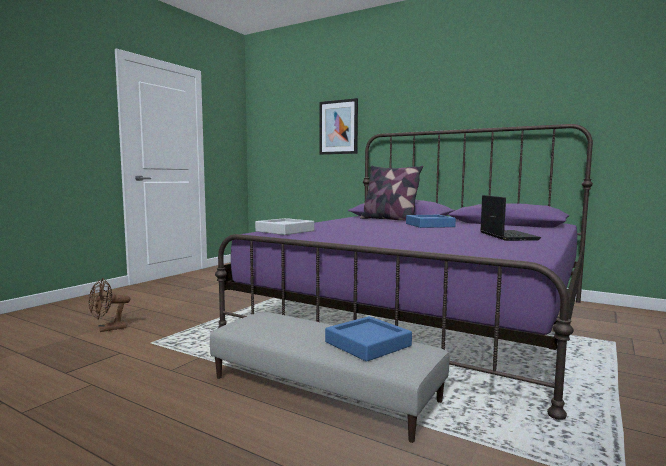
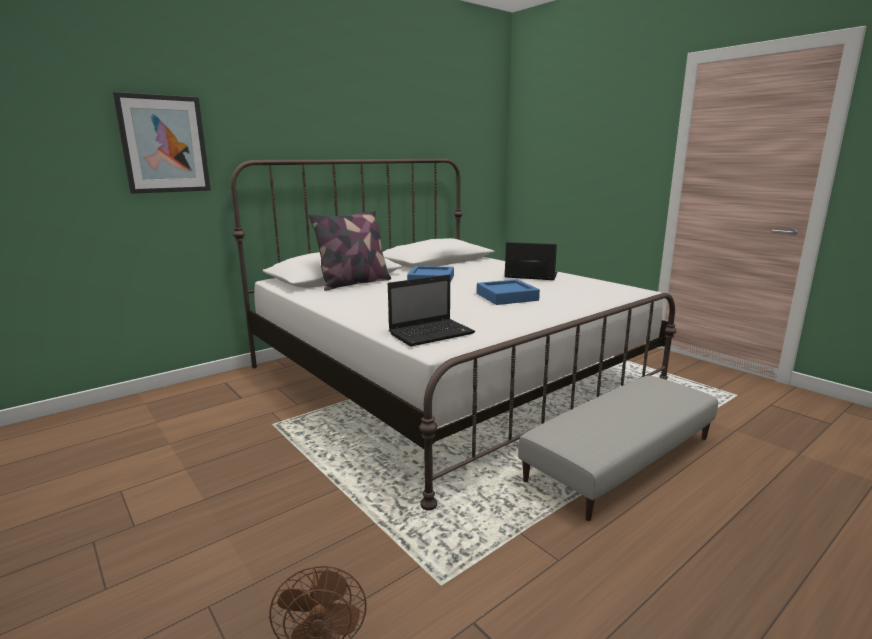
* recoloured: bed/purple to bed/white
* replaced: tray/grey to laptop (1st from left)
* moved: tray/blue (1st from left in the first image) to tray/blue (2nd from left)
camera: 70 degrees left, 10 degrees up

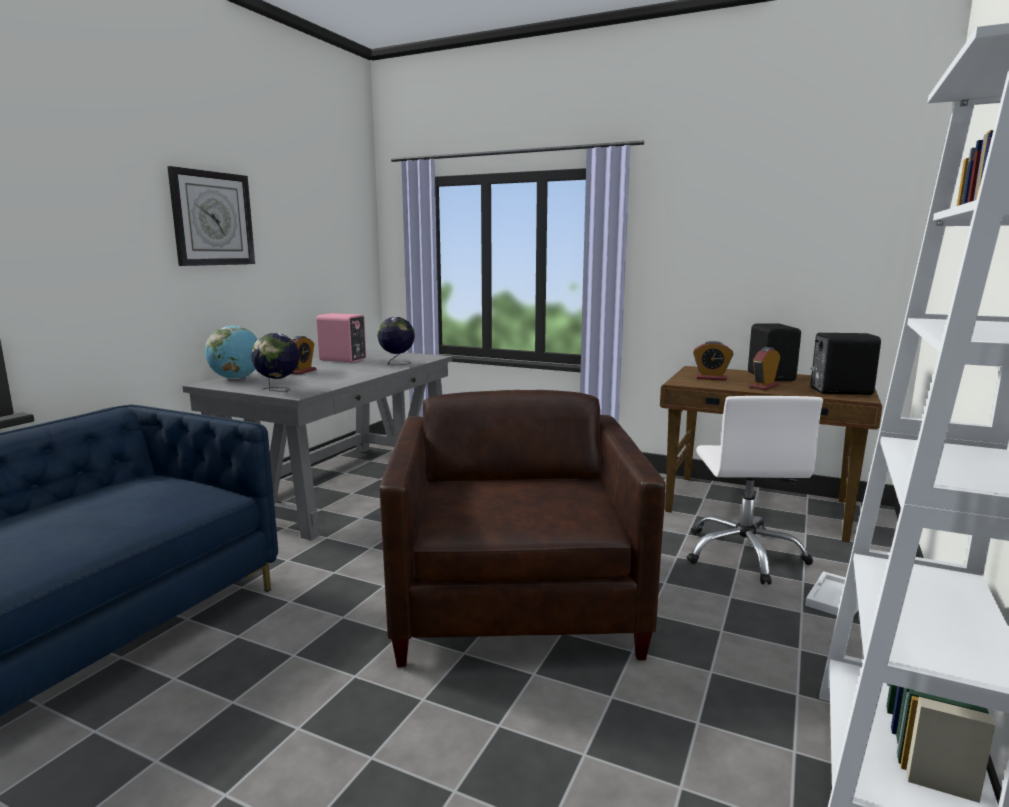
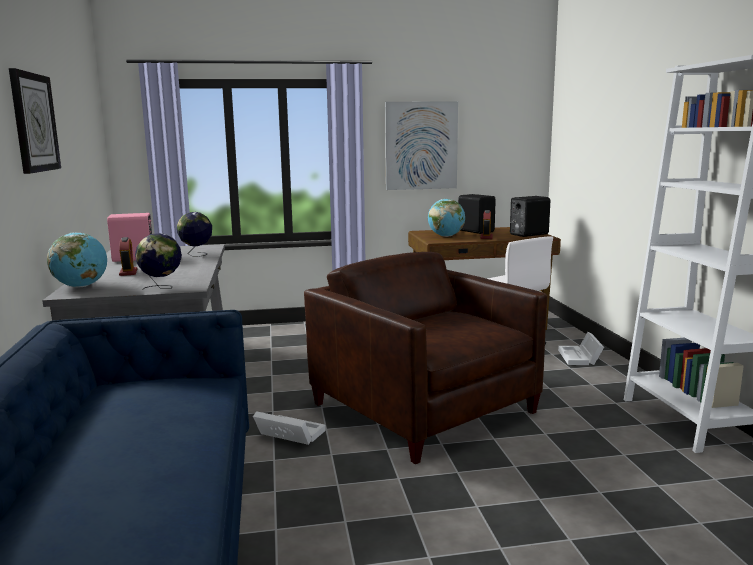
* added: storage box/white (1st from left)
* added: picture
* replaced: alarm clock (2nd from left) to globe (4th from left)
camera: 35 degrees left, 0 degrees up

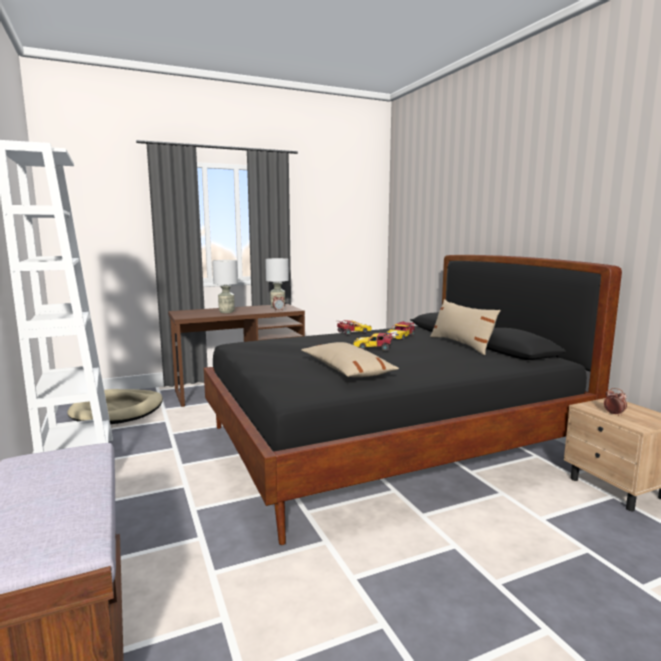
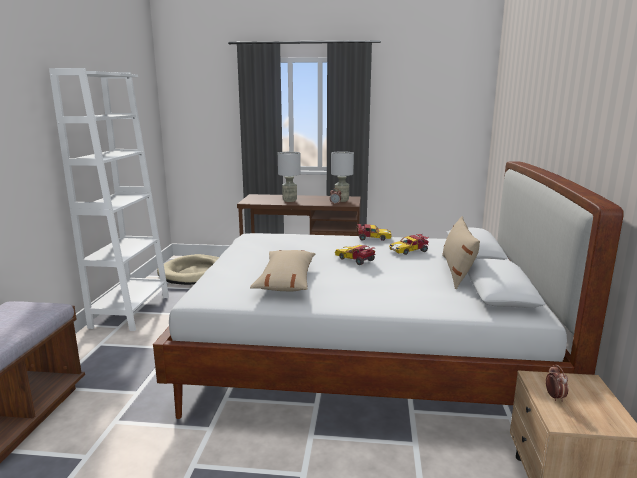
* recoloured: bed/black to bed/white
camera: 30 degrees right, 5 degrees up

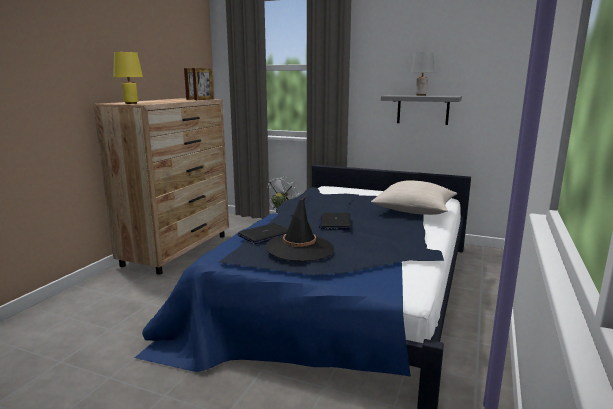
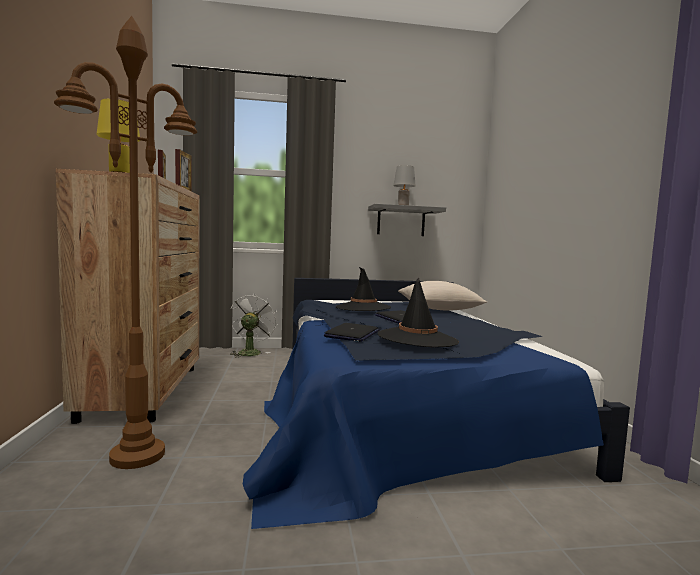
* added: floor lamp/brown
* added: hat/black (1st from left)
camera: 30 degrees left, 10 degrees down

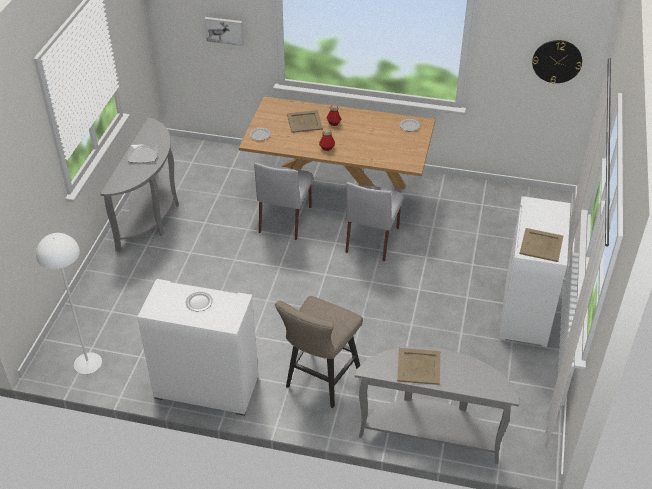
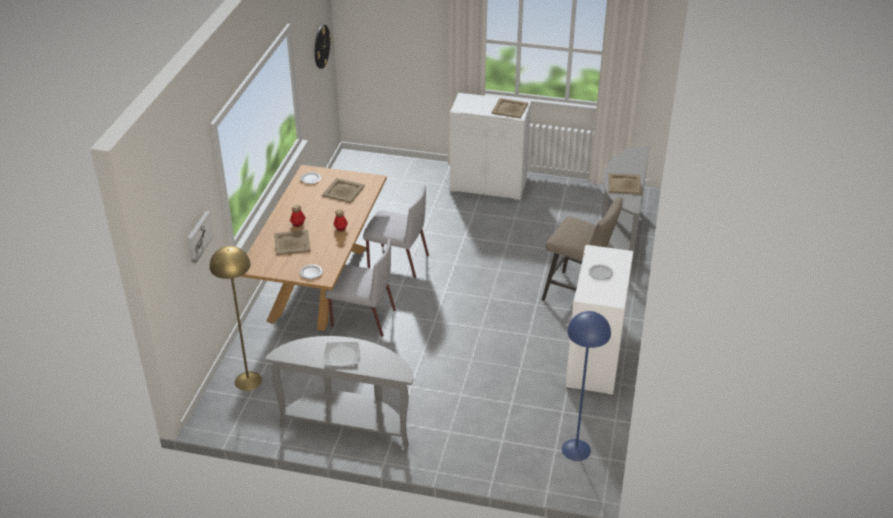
* added: floor lamp/yellow
* added: tray/beige (2nd from left)
* recoloured: floor lamp/white to floor lamp/blue
camera: 90 degrees left, 5 degrees down

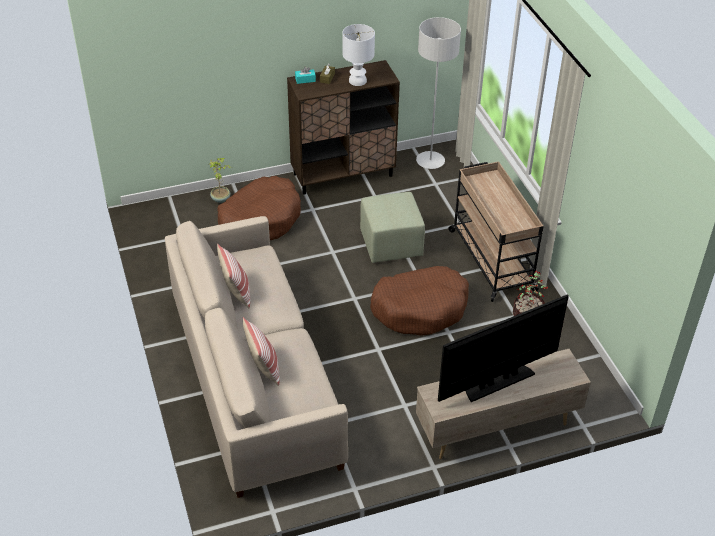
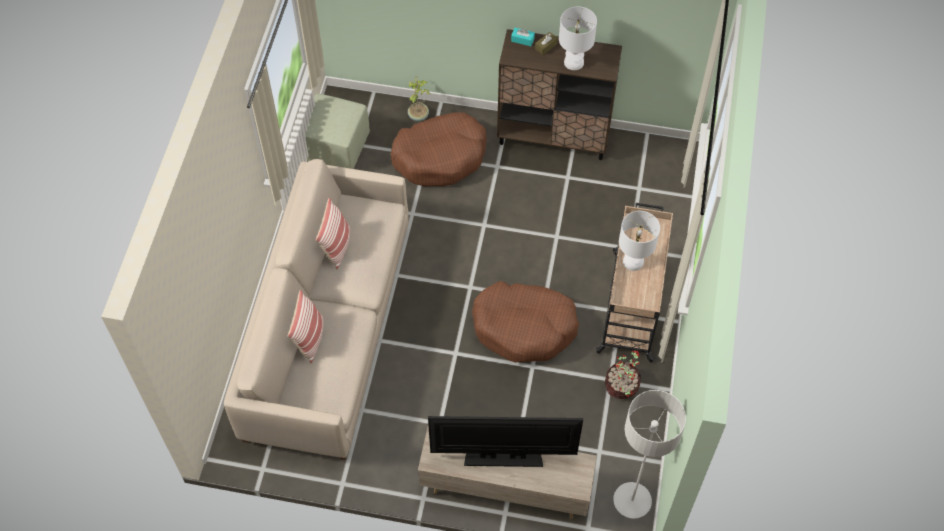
* moved: ottoman/green
* moved: floor lamp/grey
* added: table lamp/white (2nd from left)
camera: 30 degrees right, 15 degrees up

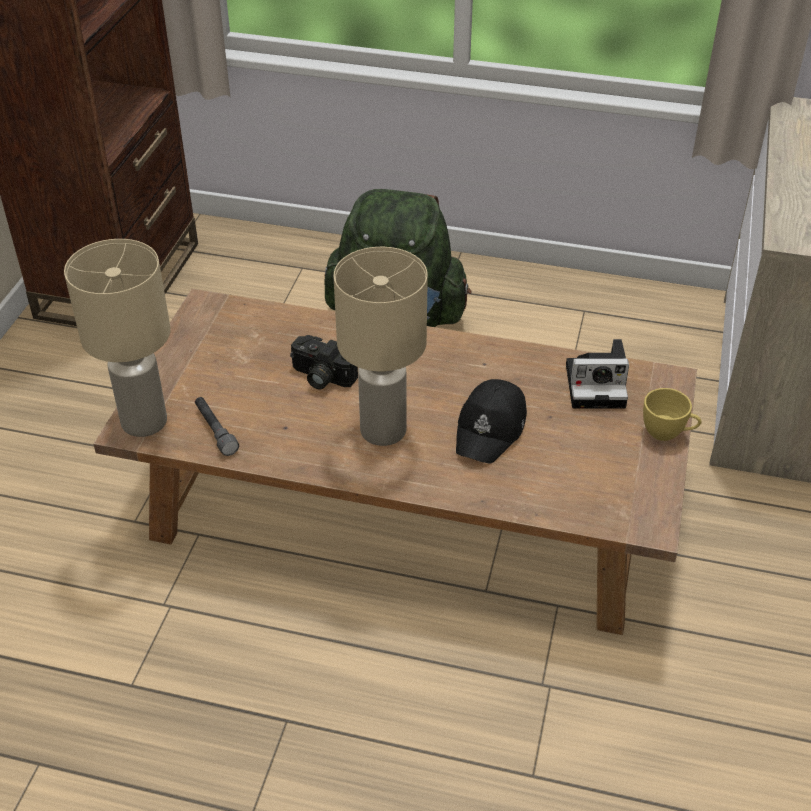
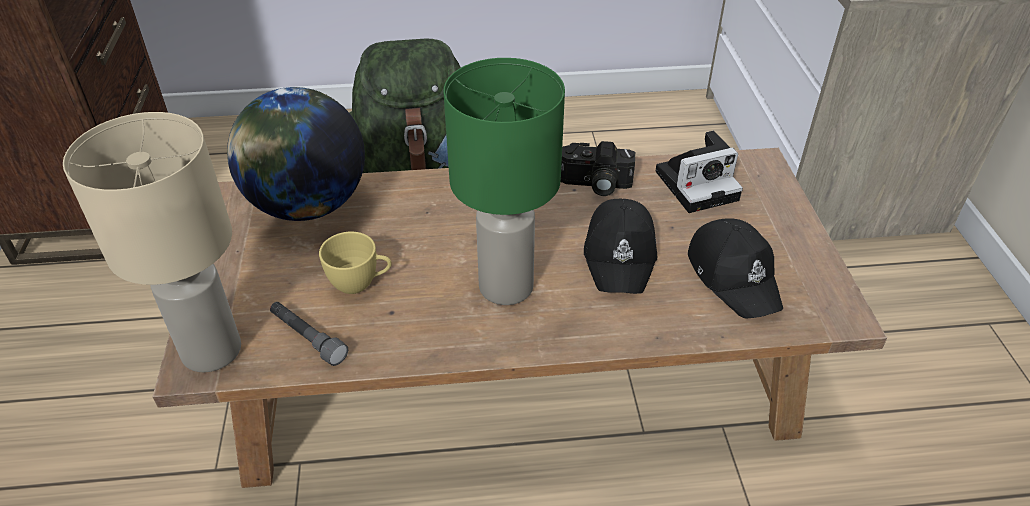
* added: globe
* moved: cup/yellow
* recoloured: table lamp/beige (2nd from left) to table lamp/green
* moved: photo camera (1st from left)
* added: cap/black (2nd from left)
camera: 20 degrees left, 0 degrees up

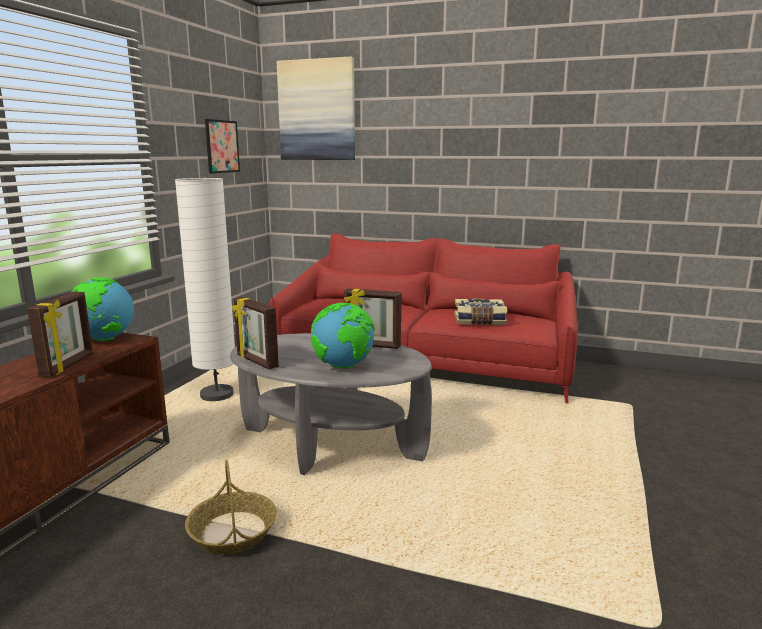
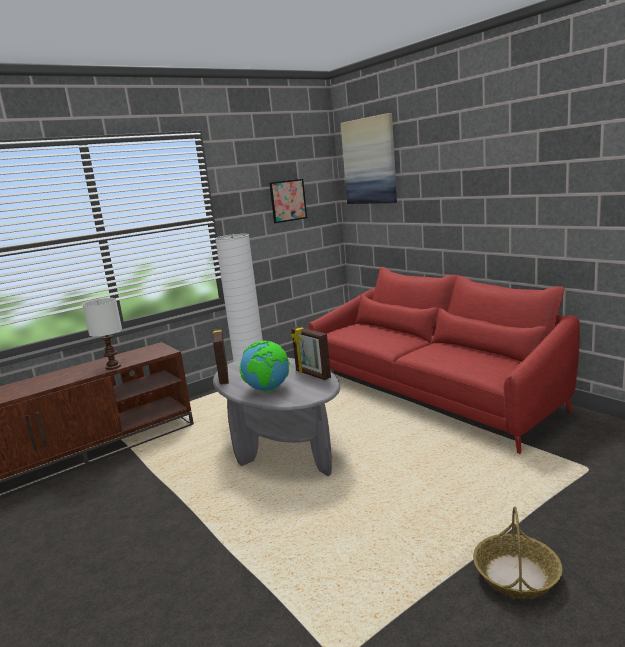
* replaced: picture frame (1st from left) to table lamp/white
* moved: basket
* removed: globe (1st from left)
* removed: book
camera: 35 degrees right, 0 degrees up

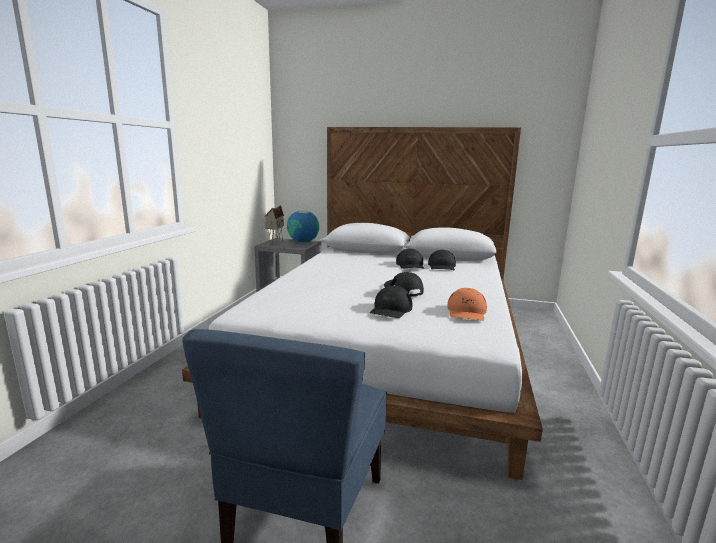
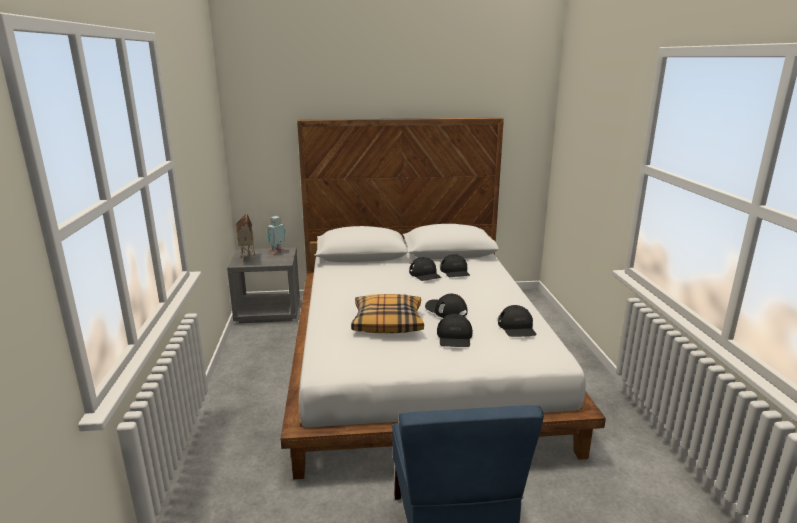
* replaced: globe to toy robot
* added: pillow
* recoloured: cap/orange to cap/black (5th from left)
camera: 20 degrees left, 5 degrees up

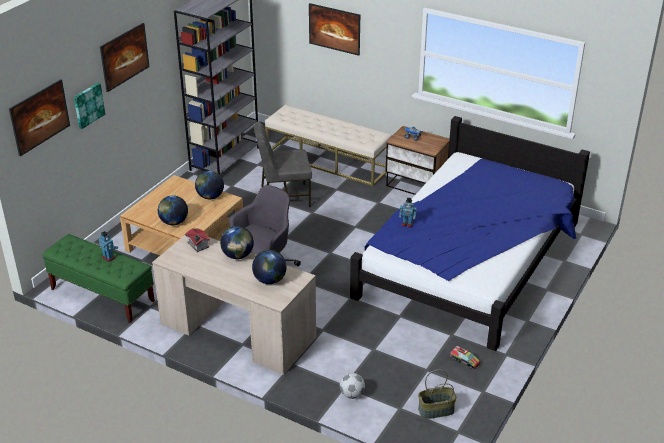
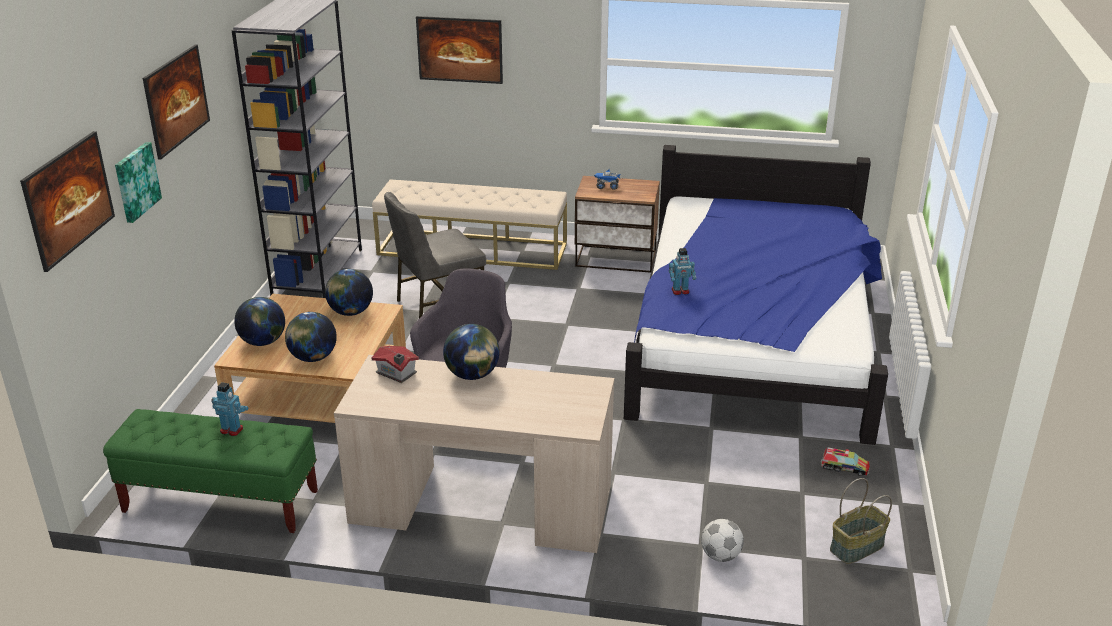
* moved: globe (4th from left in the first image) to globe (1st from left)
camera: 20 degrees left, 5 degrees down

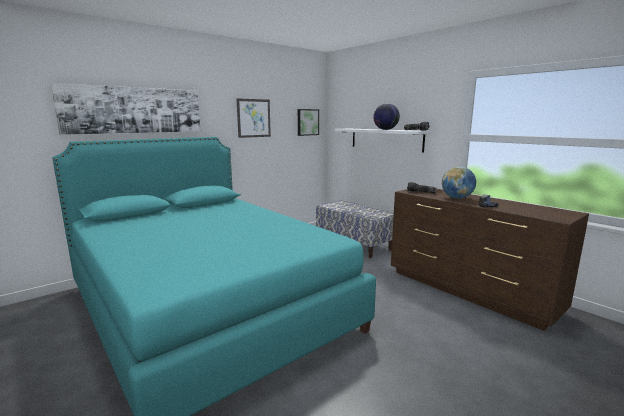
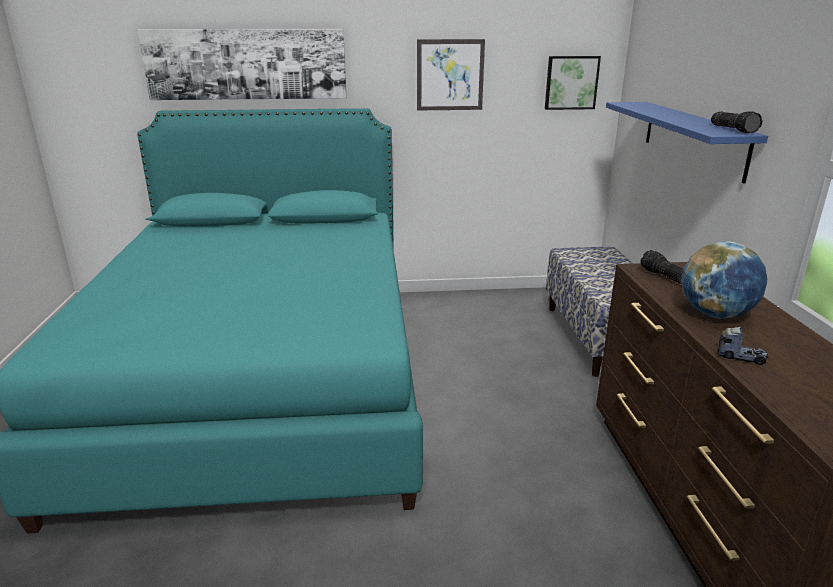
* recoloured: shelf/white to shelf/blue
* removed: globe (1st from left)
camera: 35 degrees right, 10 degrees up

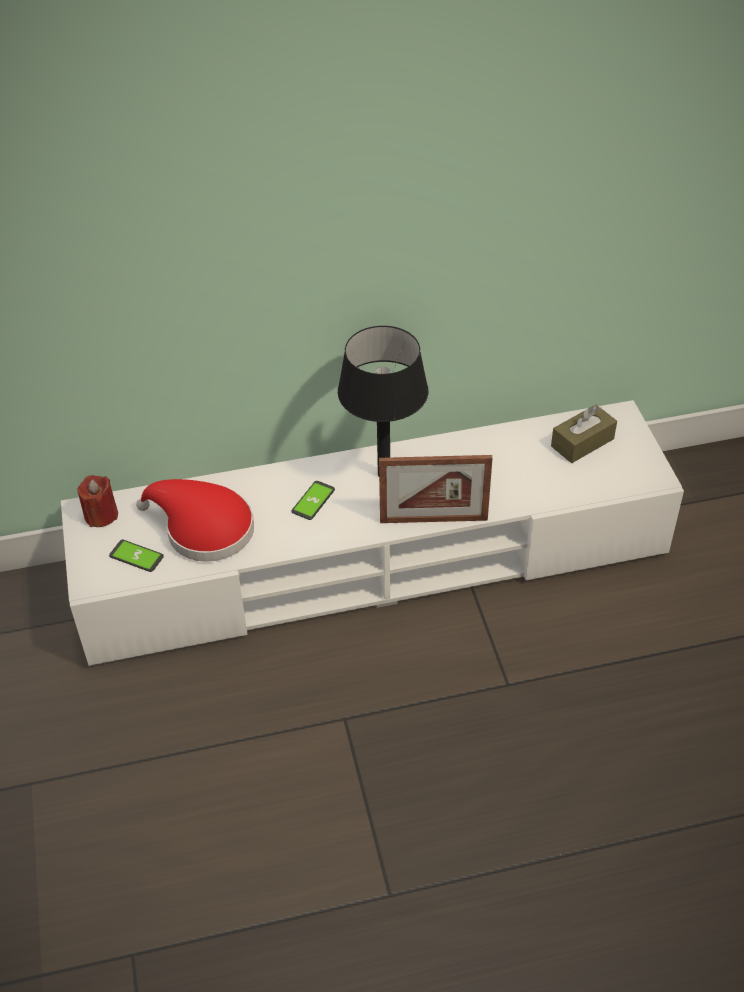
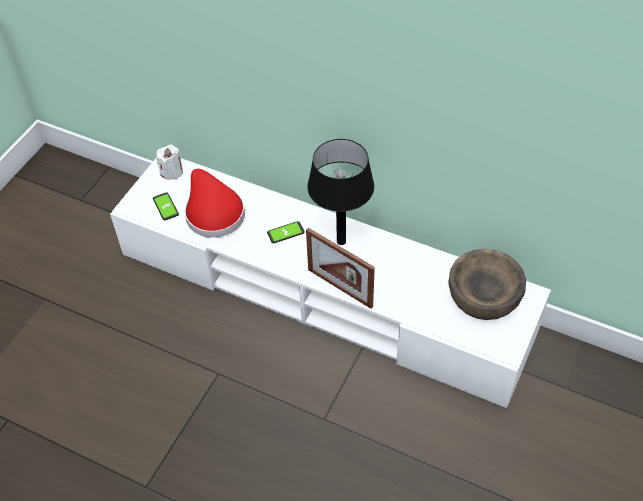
* recoloured: candle/red to candle/white
* replaced: tissue box/brown to bowl/brown
camera: 40 degrees right, 5 degrees up

